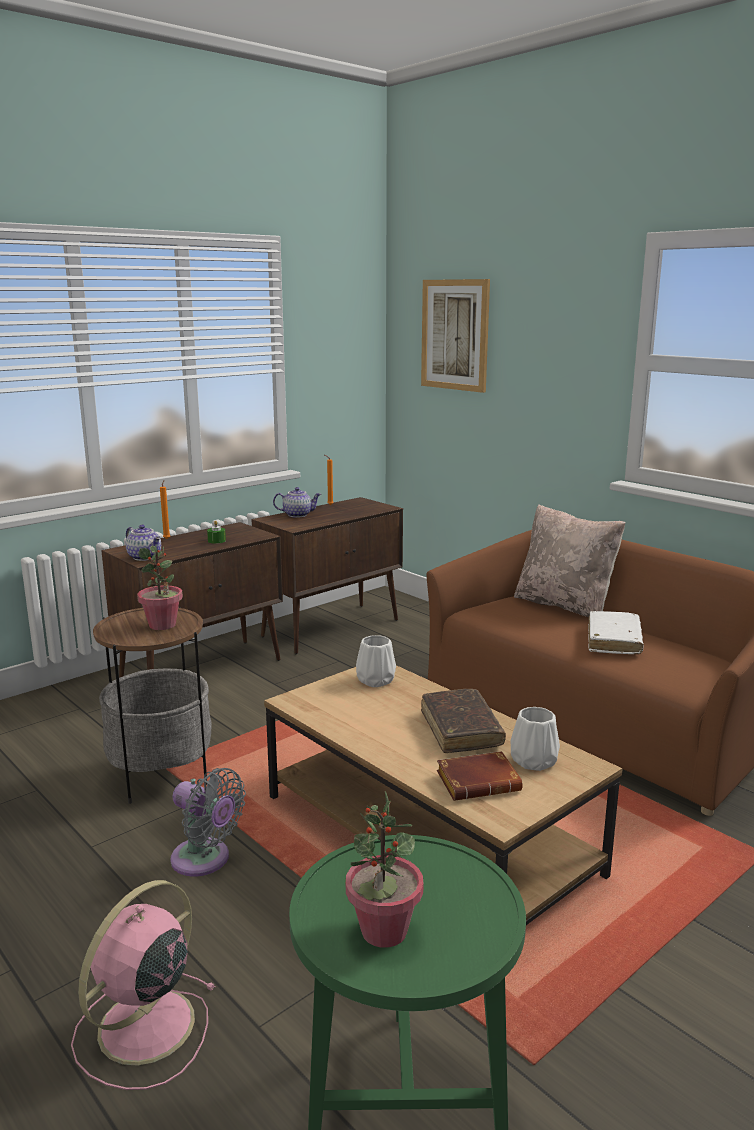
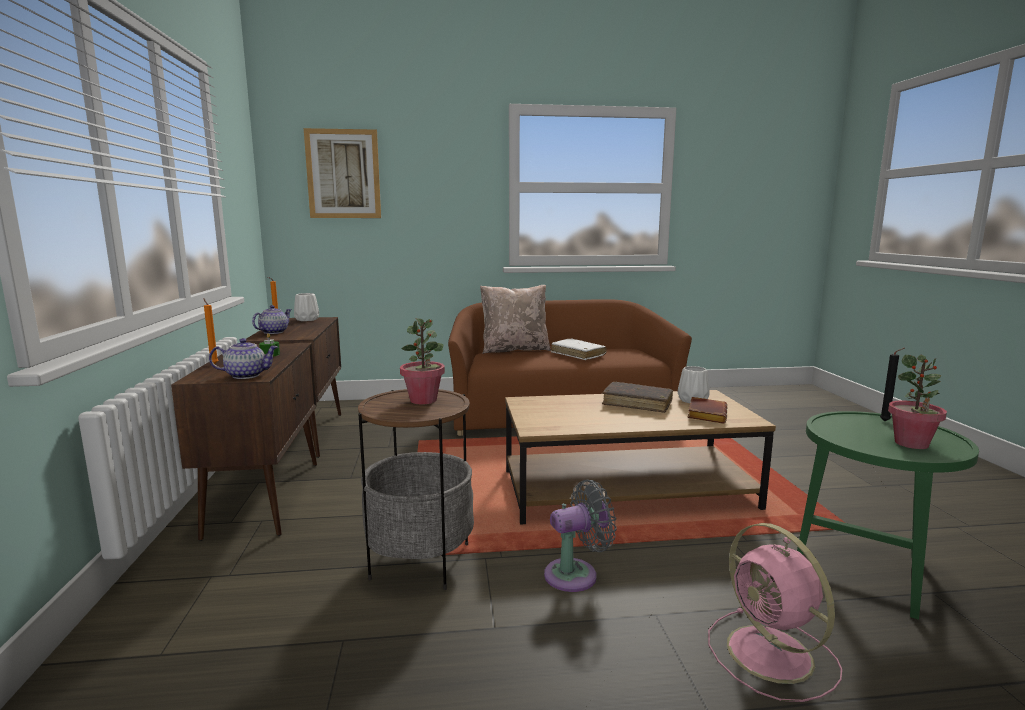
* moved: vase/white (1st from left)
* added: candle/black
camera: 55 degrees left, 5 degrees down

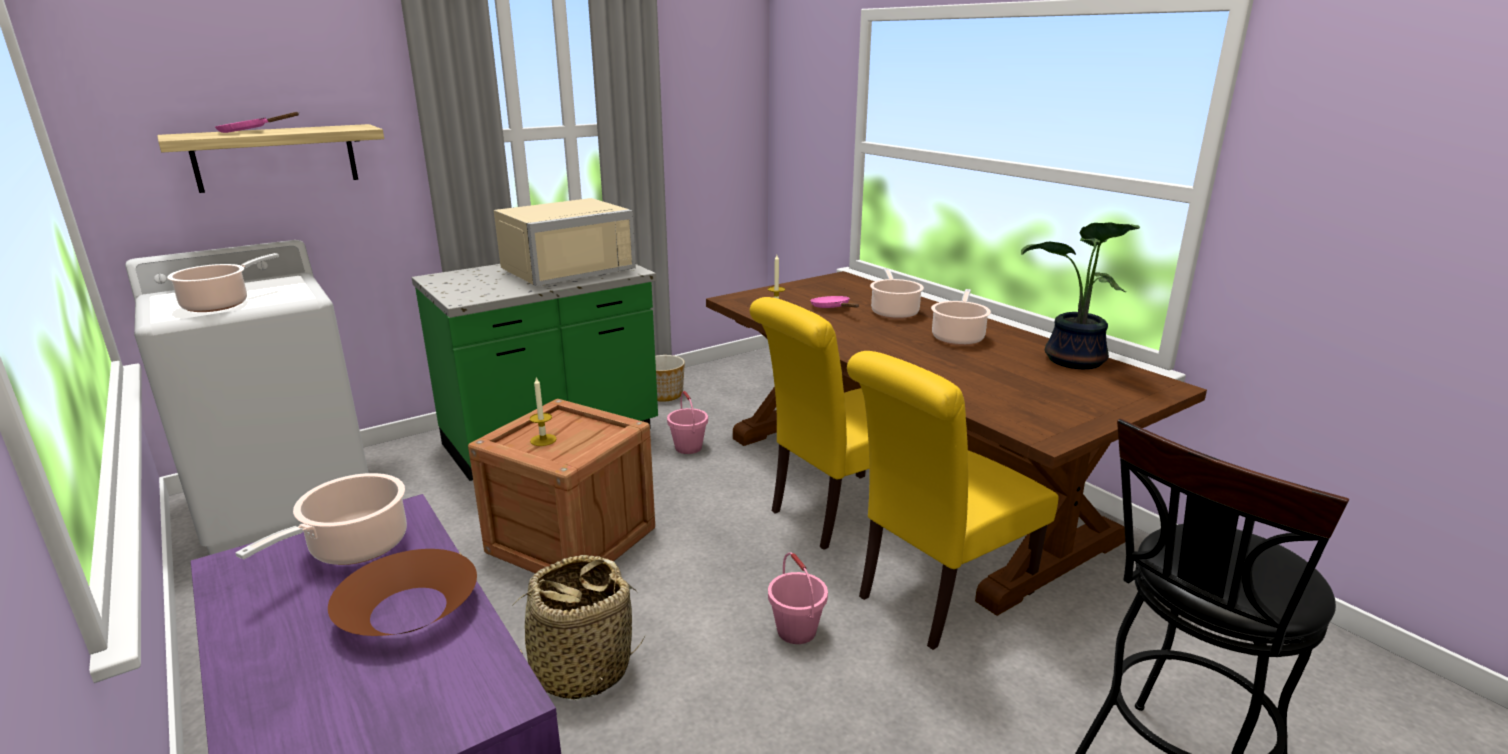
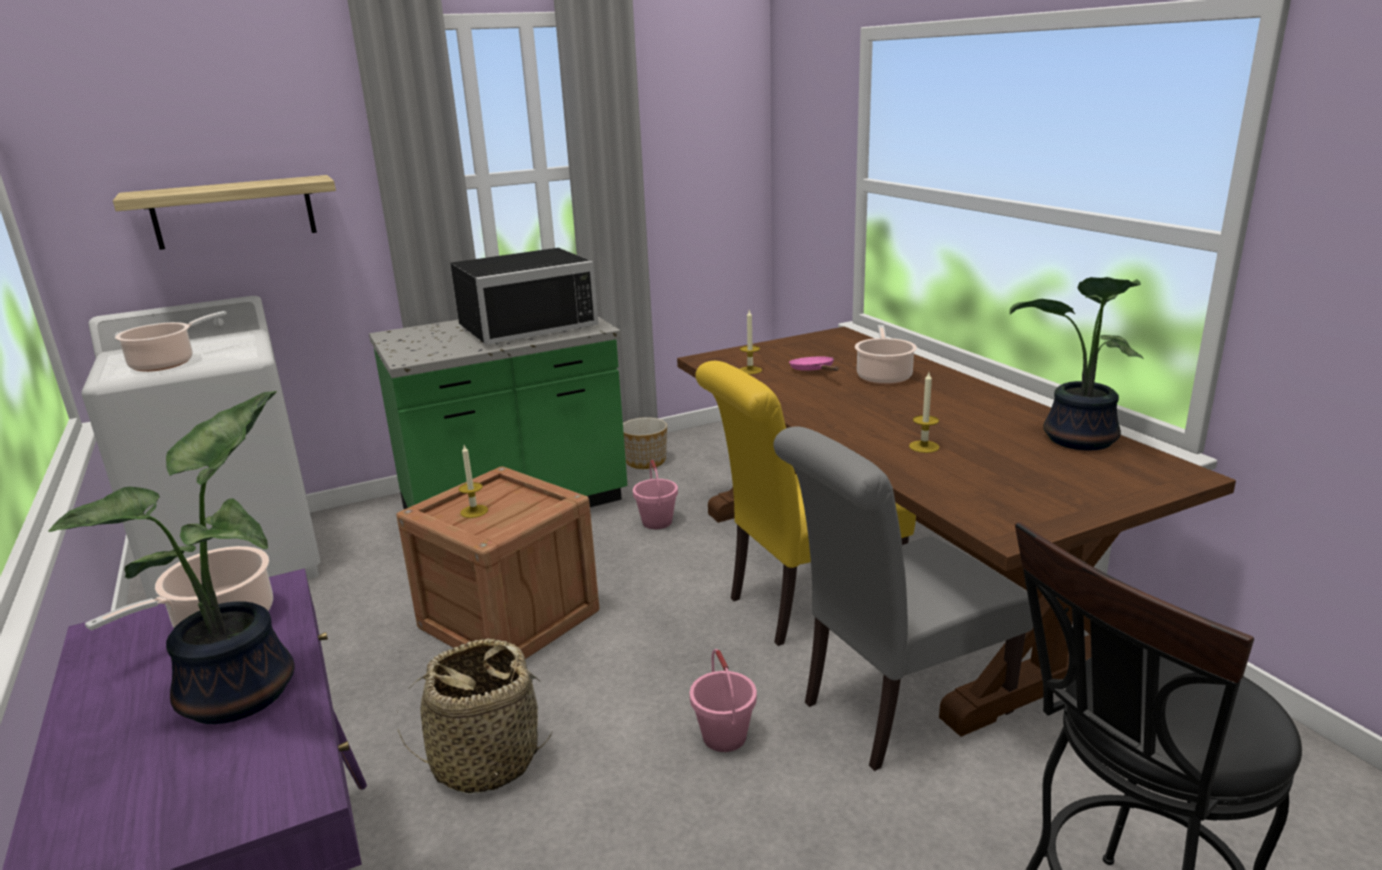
* replaced: bowl/brown to potted plant (1st from left)
* recoloured: microwave/beige to microwave/black
* recoloured: chair/yellow (2nd from left) to chair/grey
* added: candle (3rd from left)
* removed: frying pan/pink (1st from left)
* removed: cooking pot (4th from left)
camera: 10 degrees right, 0 degrees up

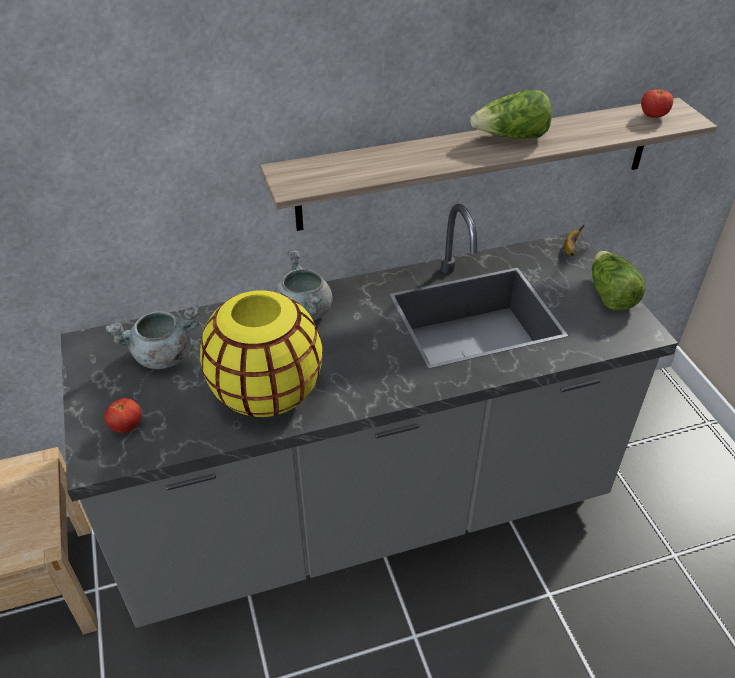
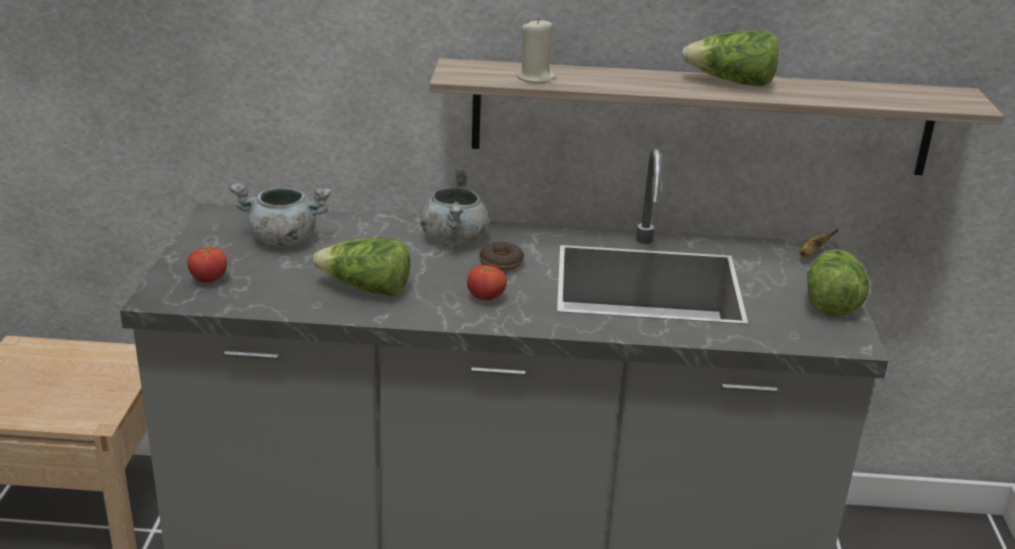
* replaced: vase/yellow to lettuce (1st from left)
* moved: tomato (2nd from left)
* added: donut
* added: candle/beige
camera: 20 degrees right, 15 degrees down

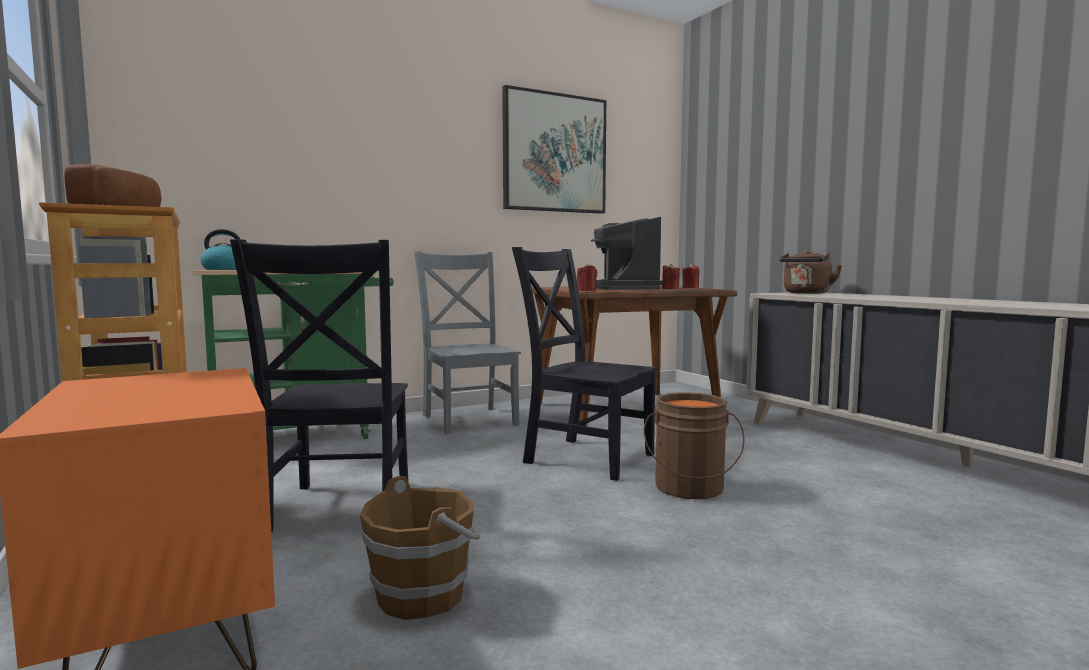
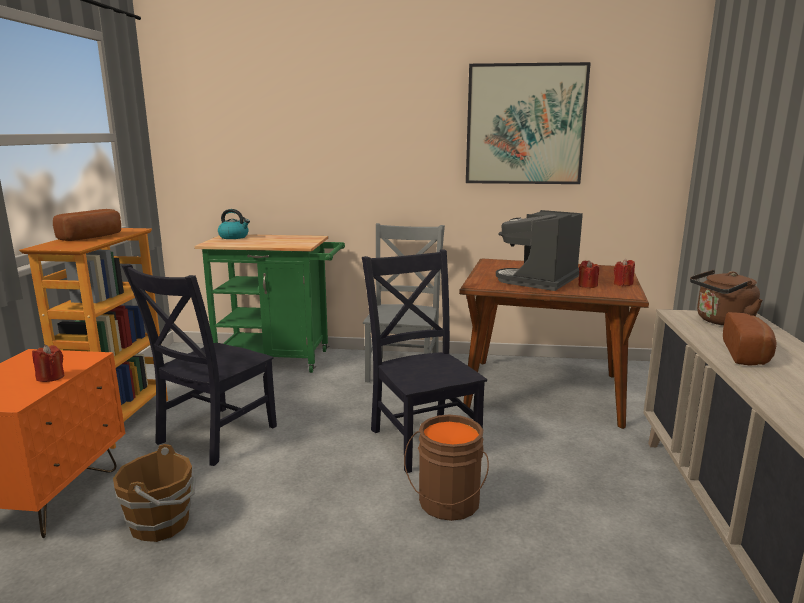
* moved: candle/red (1st from left)
* added: bread (2nd from left)
camera: 35 degrees right, 10 degrees up

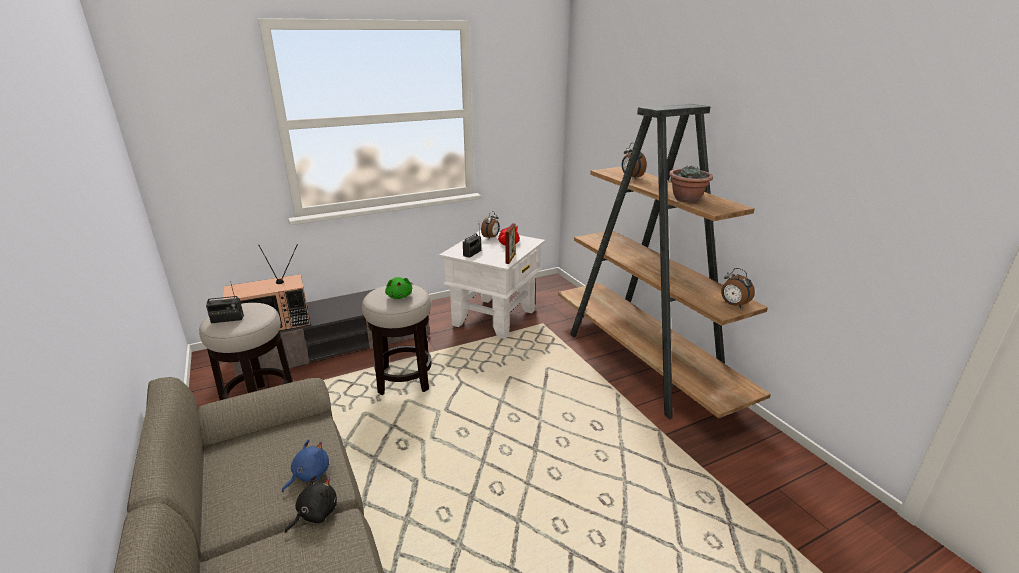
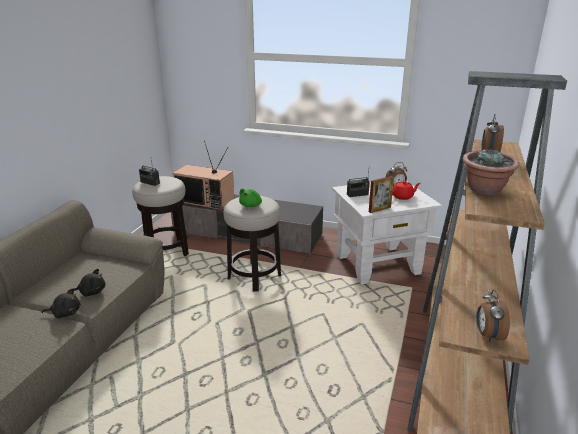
* recoloured: plush toy/blue to plush toy/black (2nd from left)
camera: 45 degrees right, 0 degrees up

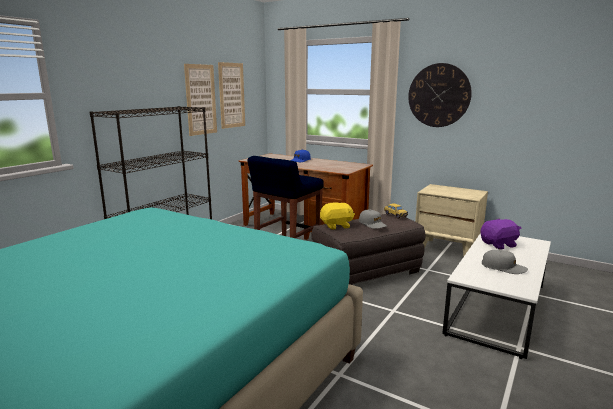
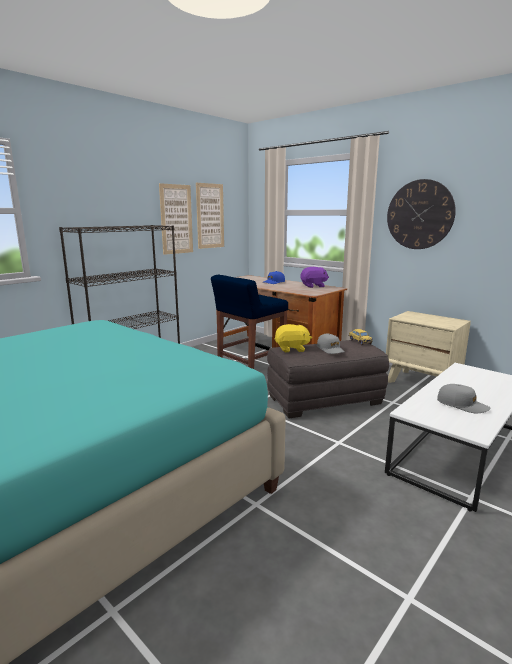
* moved: plush toy/purple
camera: 10 degrees right, 0 degrees up

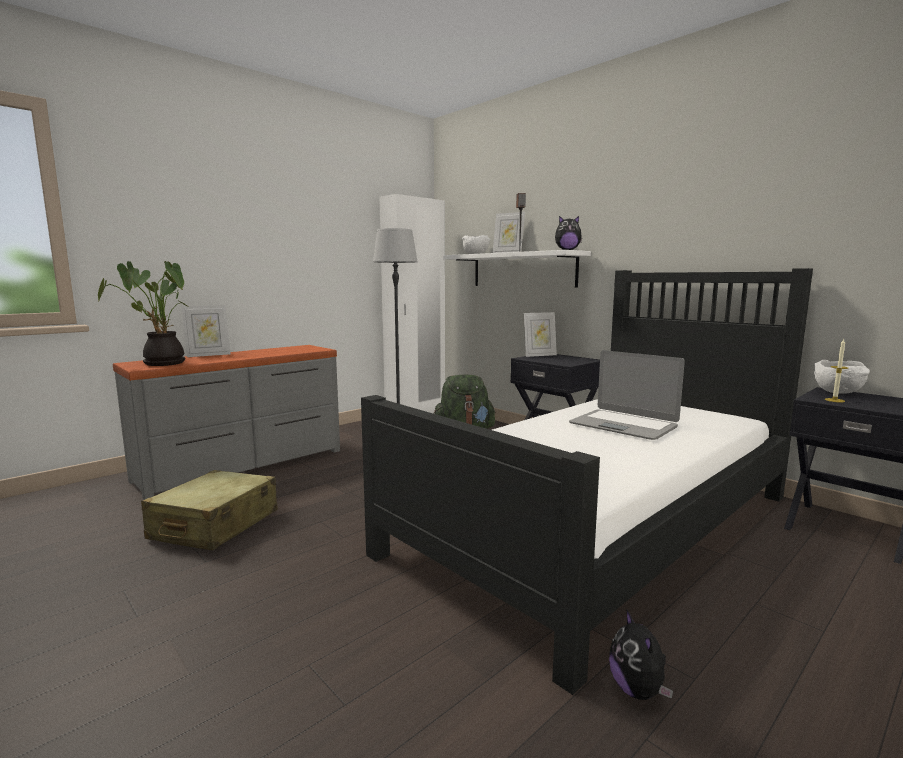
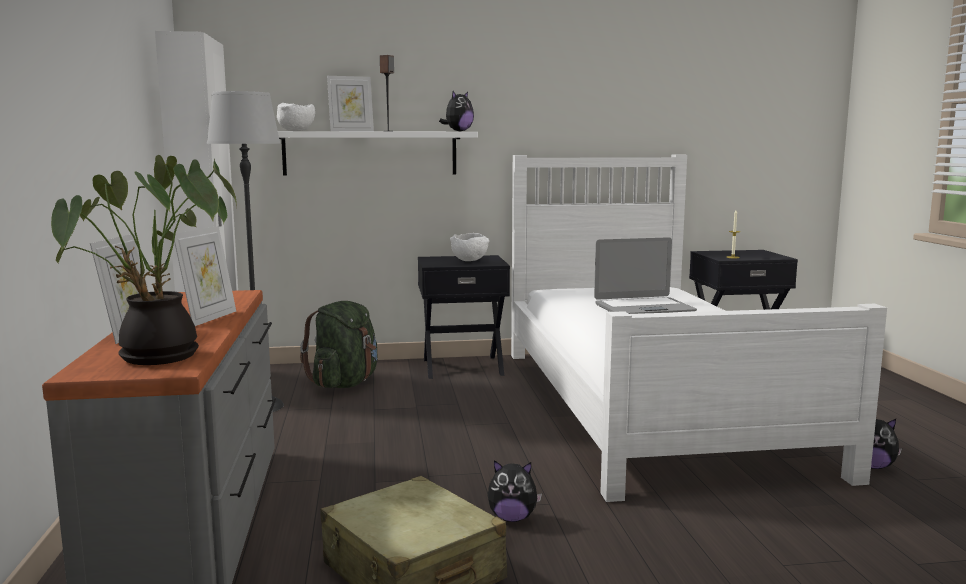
* moved: picture frame (3rd from left in the first image) to picture frame (2nd from left)
* moved: bowl/white (2nd from left)
* added: plush toy (2nd from left)
* recoloured: bed/black to bed/white
camera: 55 degrees left, 0 degrees up

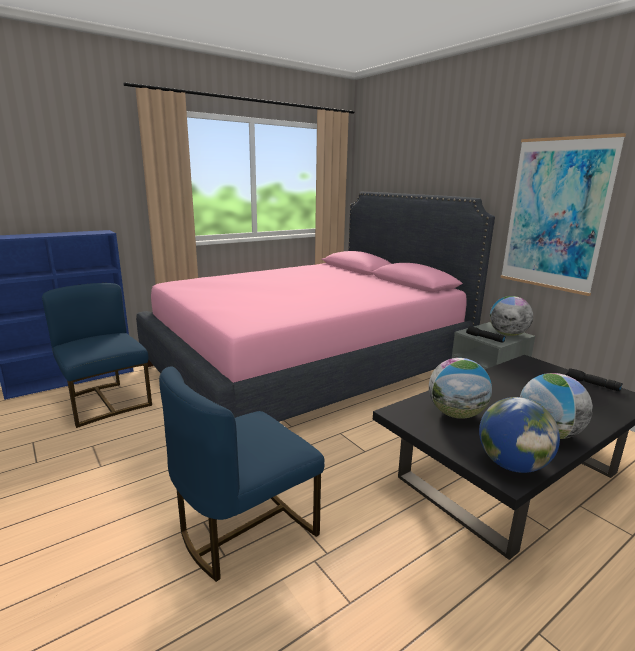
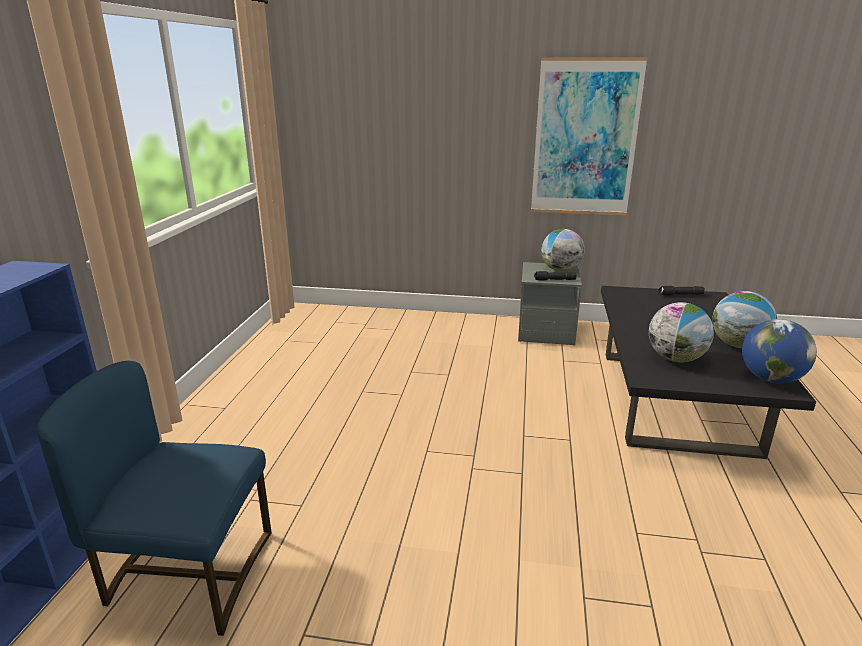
* removed: bed/pink
* removed: chair/blue (2nd from left)
camera: 45 degrees left, 5 degrees up

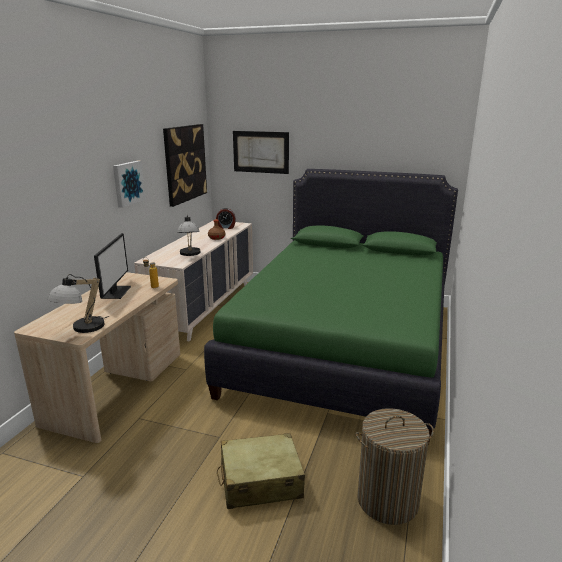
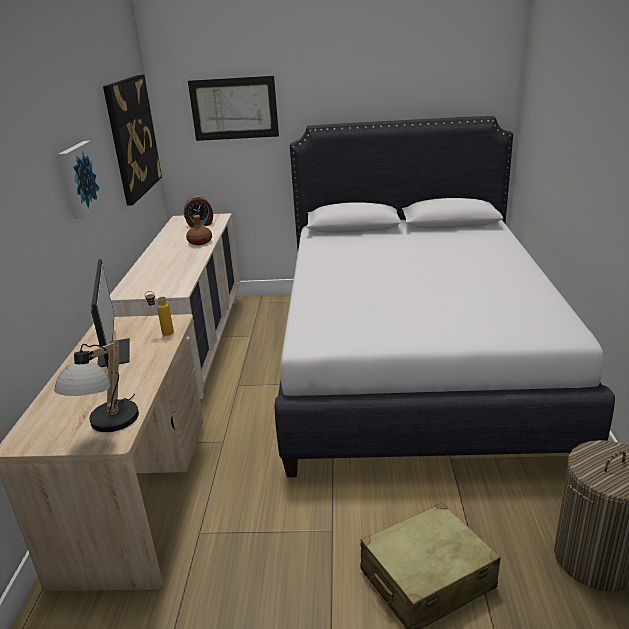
* recoloured: bed/green to bed/white
* removed: table lamp (2nd from left)
camera: 15 degrees left, 5 degrees up

